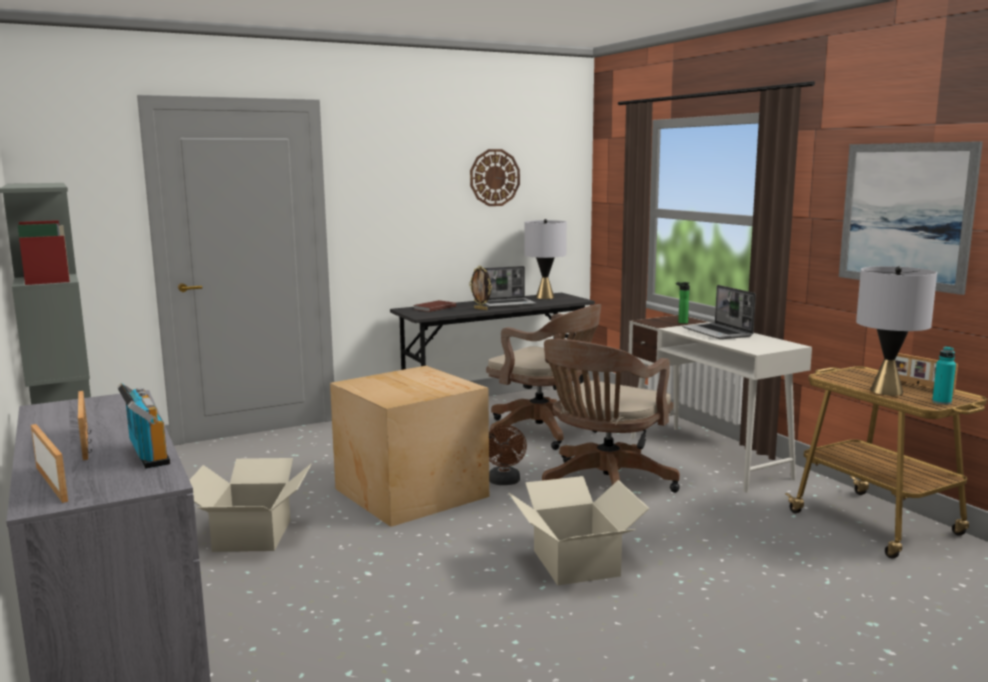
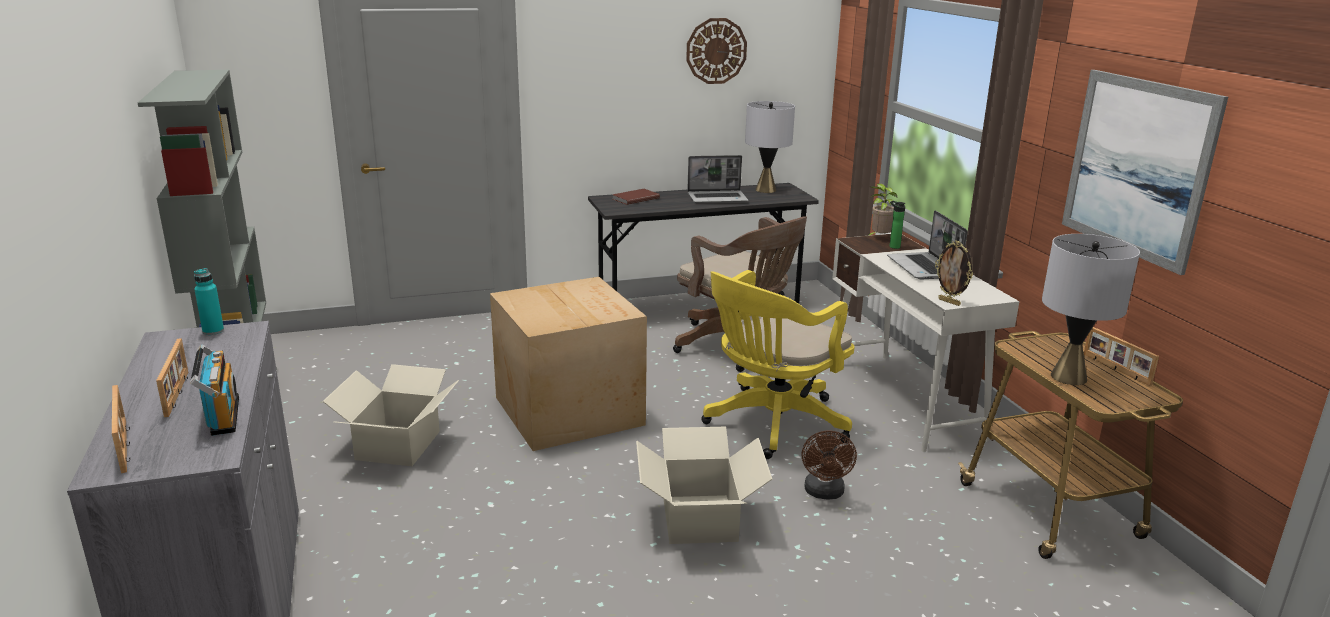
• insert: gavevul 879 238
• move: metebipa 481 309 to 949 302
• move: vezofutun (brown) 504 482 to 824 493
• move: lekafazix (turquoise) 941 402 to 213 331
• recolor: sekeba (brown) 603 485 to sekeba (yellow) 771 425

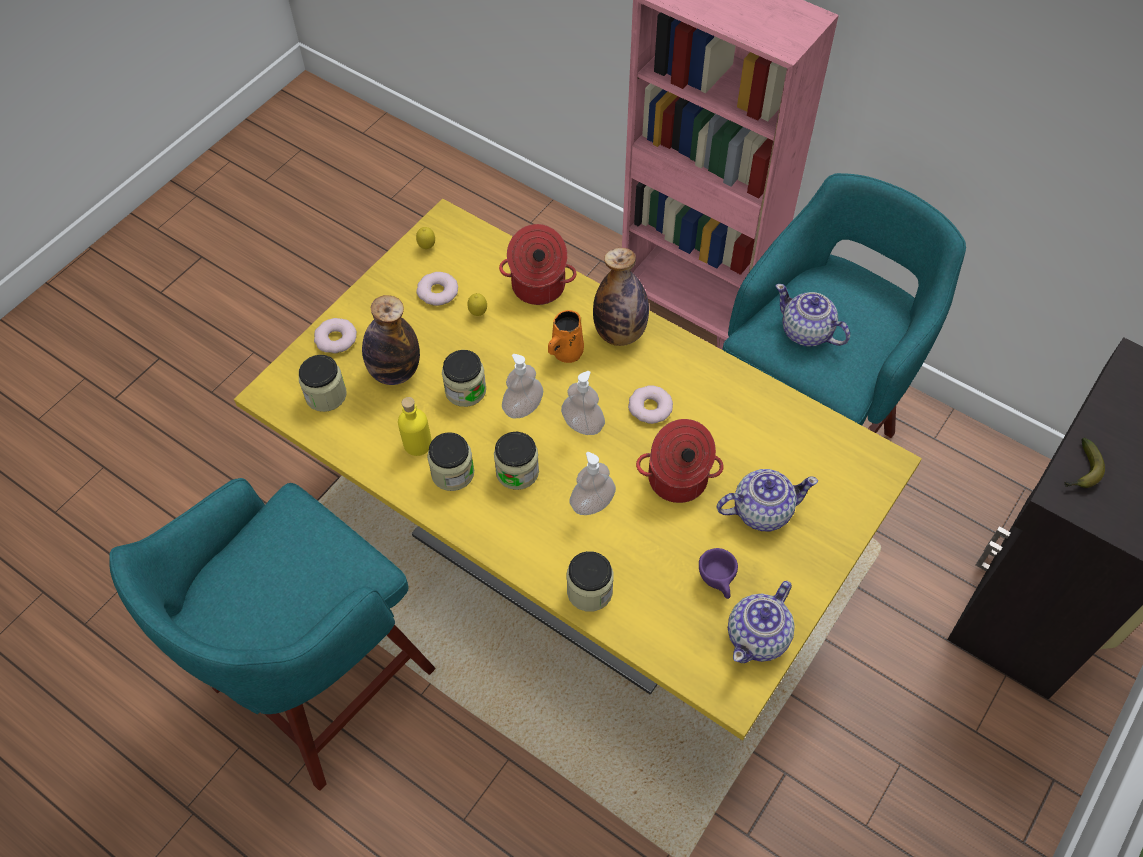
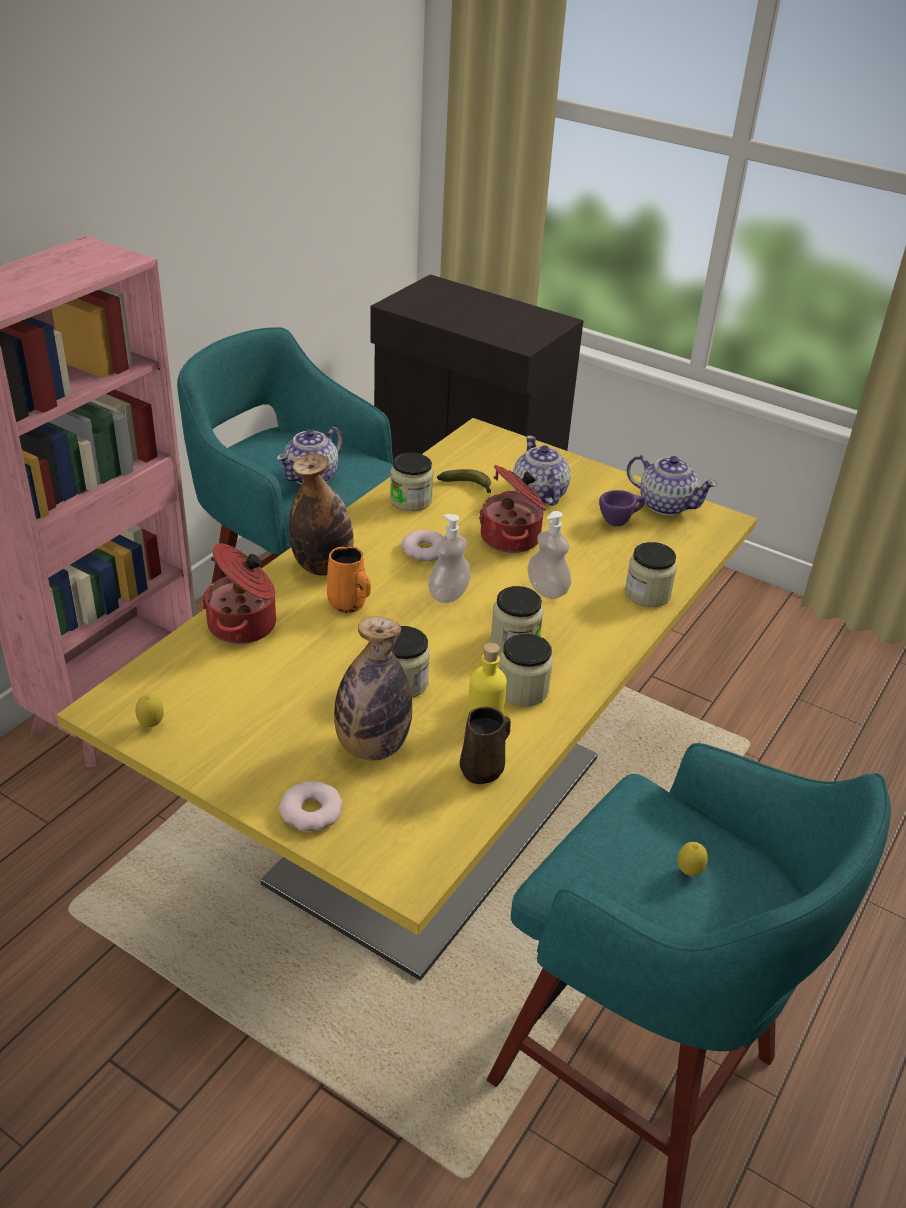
• delete: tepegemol 437 292
• delete: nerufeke 523 407
• insert: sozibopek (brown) 483 769
• move: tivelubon 326 395 to 411 500
• move: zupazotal 478 313 to 688 872
• move: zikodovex 1081 471 to 469 487

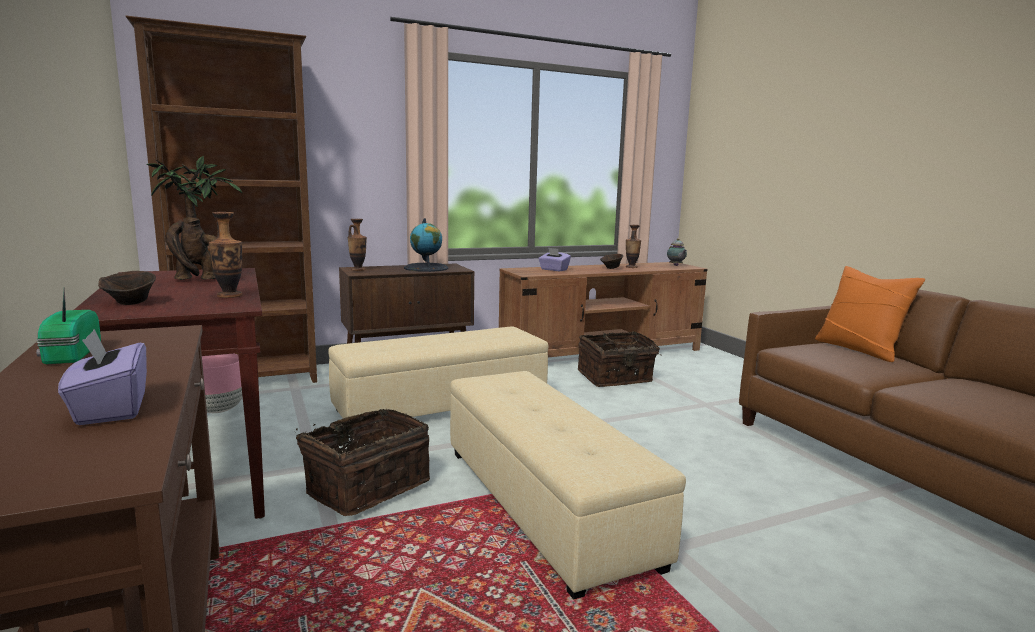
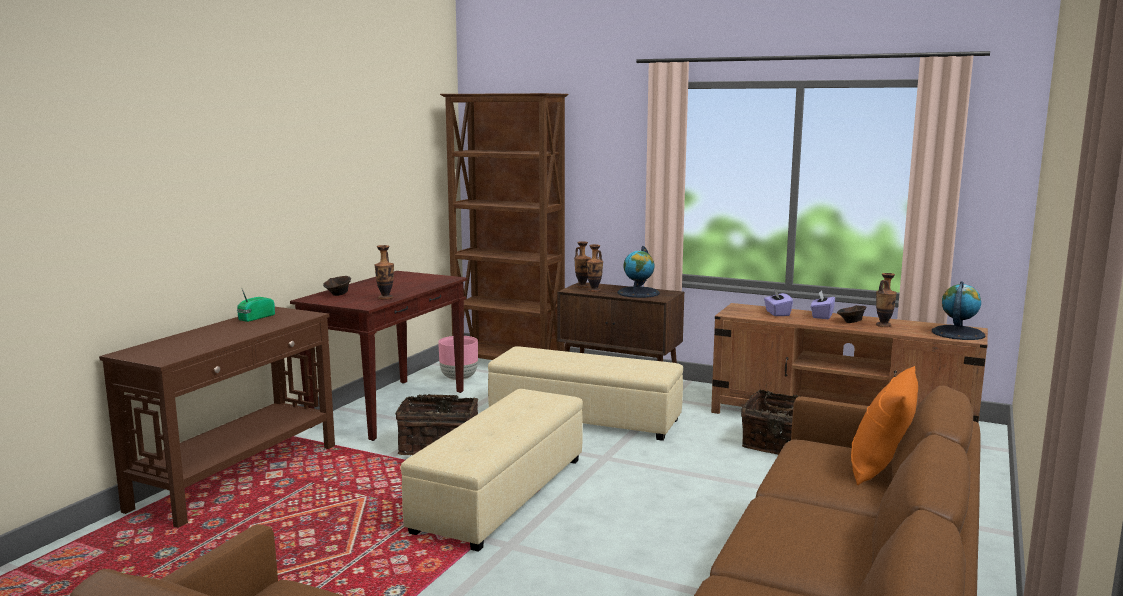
• delete: gavevul 201 280
• insert: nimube 594 290
• move: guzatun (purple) 110 409 to 822 316
• replace: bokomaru 676 265 to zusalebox 957 333

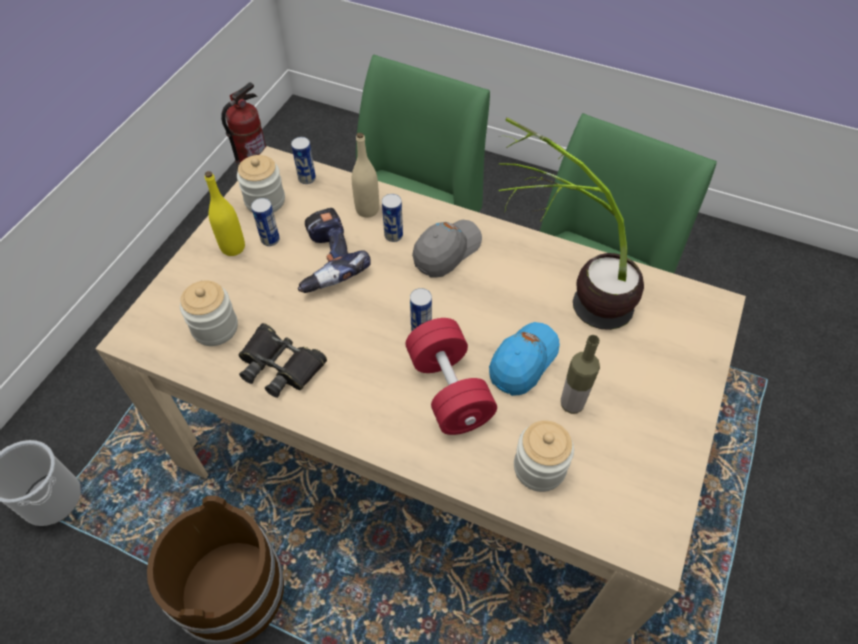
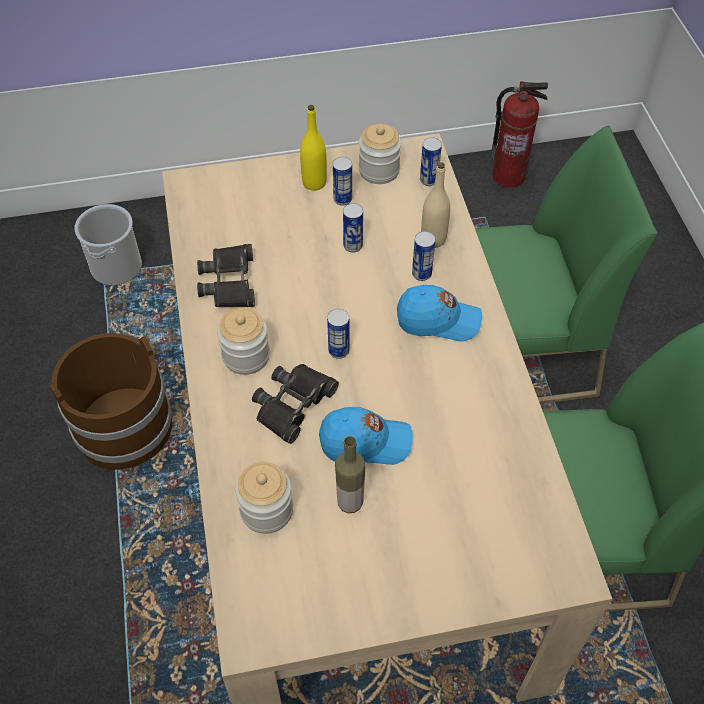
• delete: gavevul 566 297
• move: tivelubon 215 328 to 246 356
• replace: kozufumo 325 260 to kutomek 353 246
• replace: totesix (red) 449 390 to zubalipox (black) 293 404
• recolor: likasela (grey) 446 251 to likasela (blue) 438 320

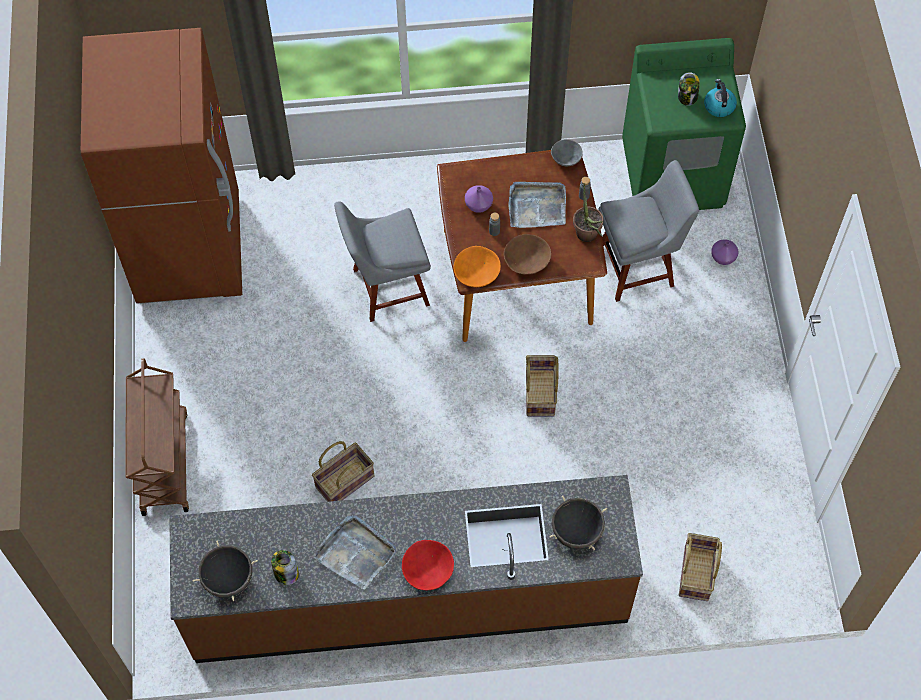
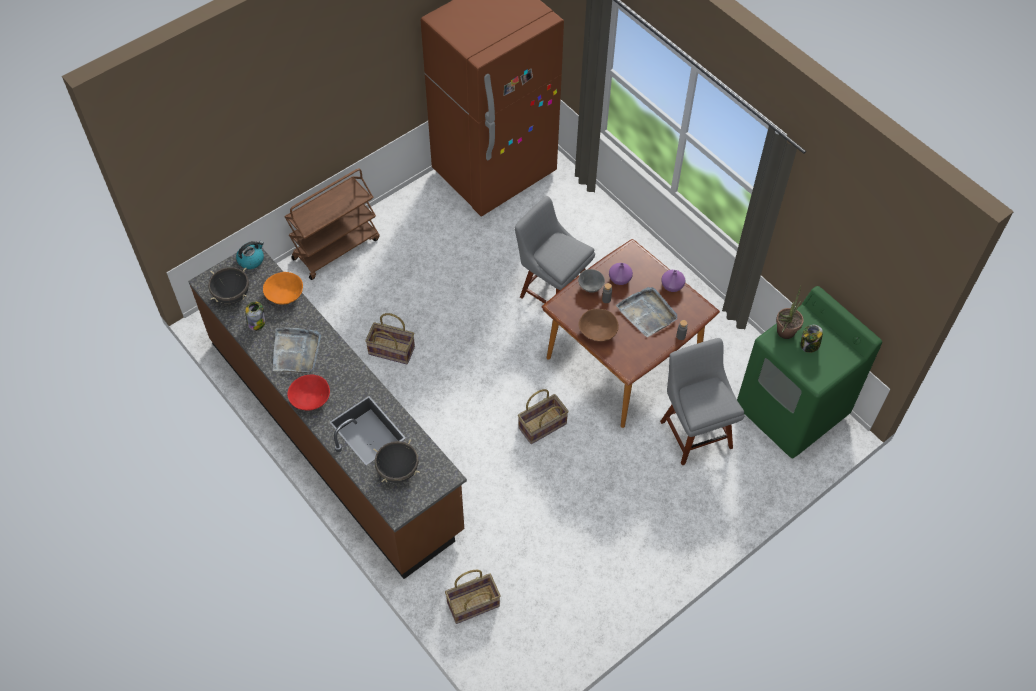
• move: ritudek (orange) 477 273 to 285 294
• move: ritudek (grey) 566 161 to 590 287
• move: gavevul 588 237 to 783 334
• move: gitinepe 719 106 to 251 260
• move: nimube (purple) 723 257 to 672 286
• rotate: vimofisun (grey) 639 266 = 694 431 150 degrees counterclockwise

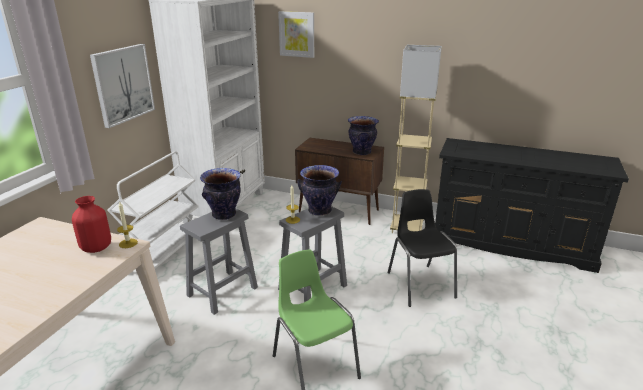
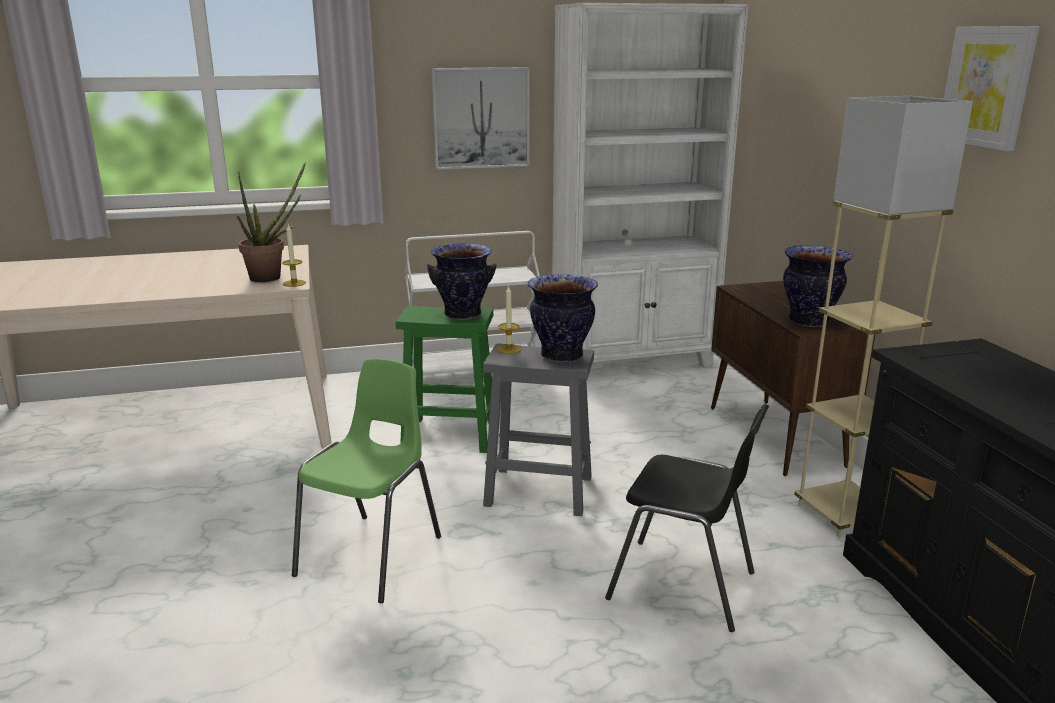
• move: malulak 297 34 to 987 87
• replace: nimube (red) 97 247 to gavevul 272 277
• recolor: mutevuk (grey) 223 291 to mutevuk (green) 451 435
• rotate: vimofisun (black) 420 284 = 683 586 75 degrees clockwise

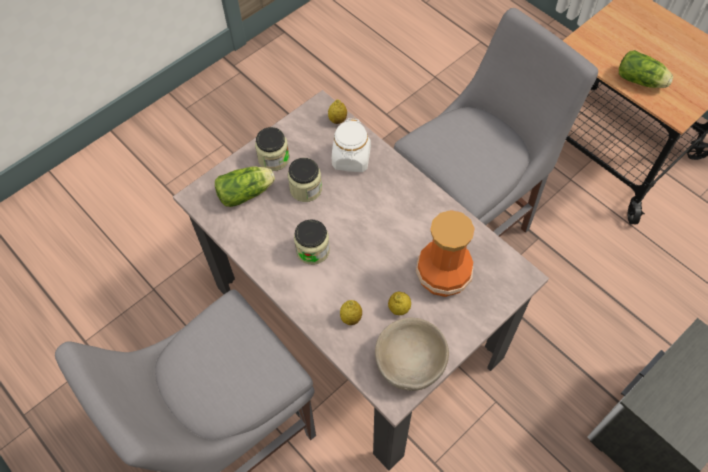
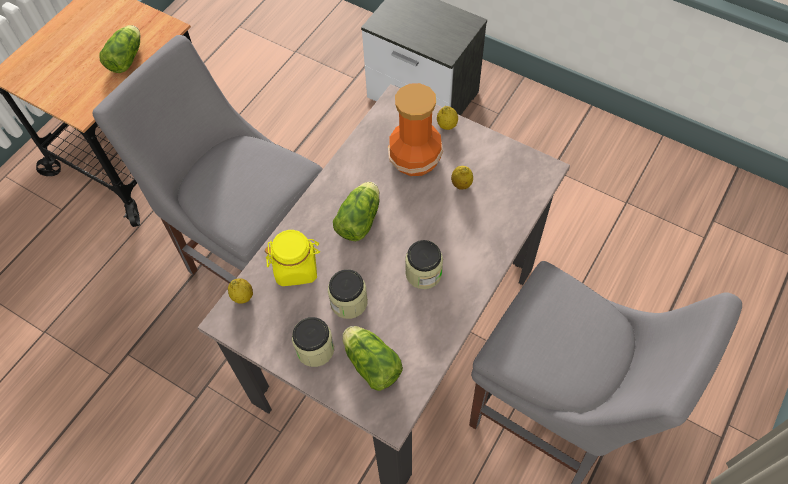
• delete: ritudek (beige) 409 362
• insert: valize 360 218
• move: zupazotal 351 318 to 447 125
• recolor: tivelubon (white) 351 159 to tivelubon (yellow) 296 268

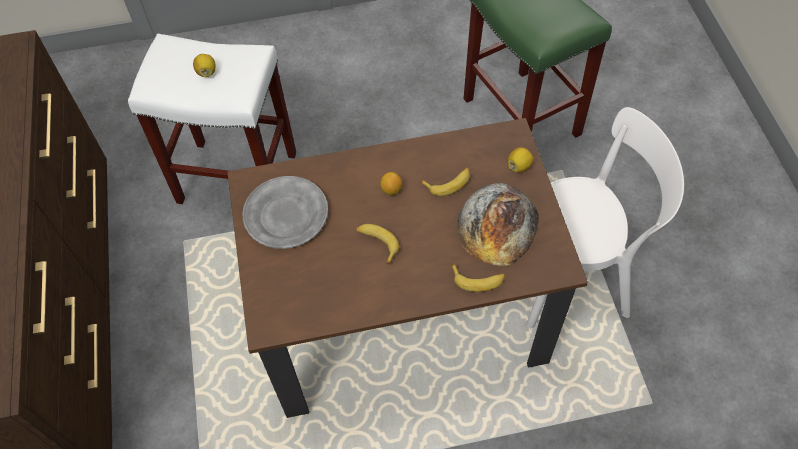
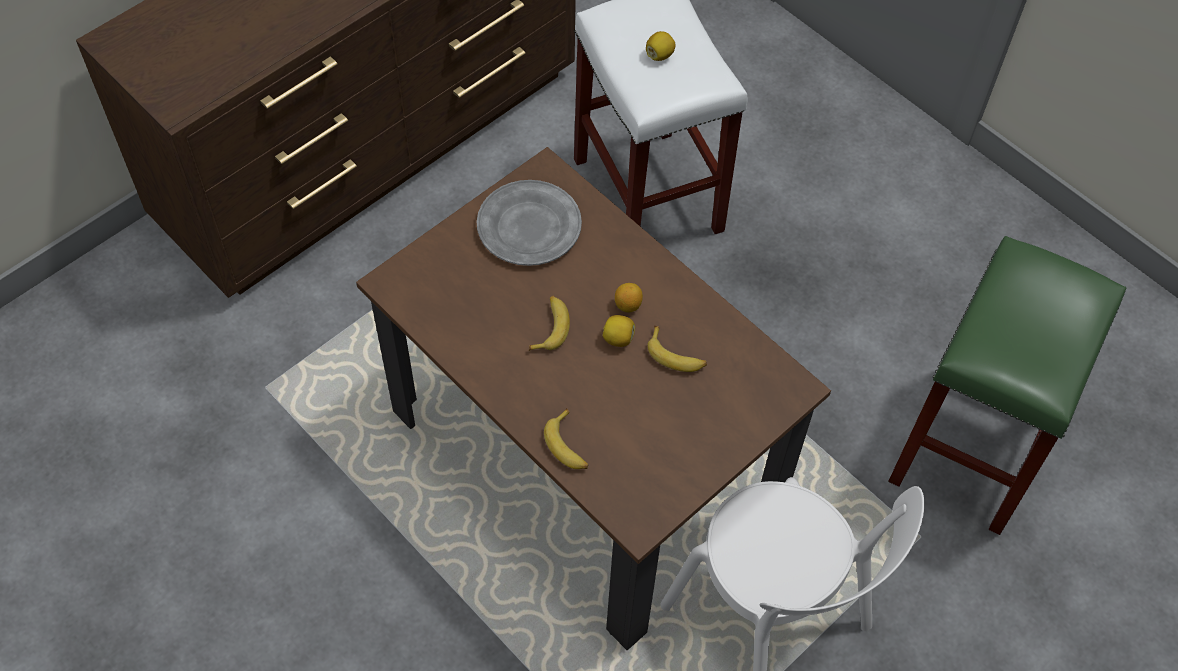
• delete: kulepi 498 223
• move: zupazotal 519 166 to 618 338

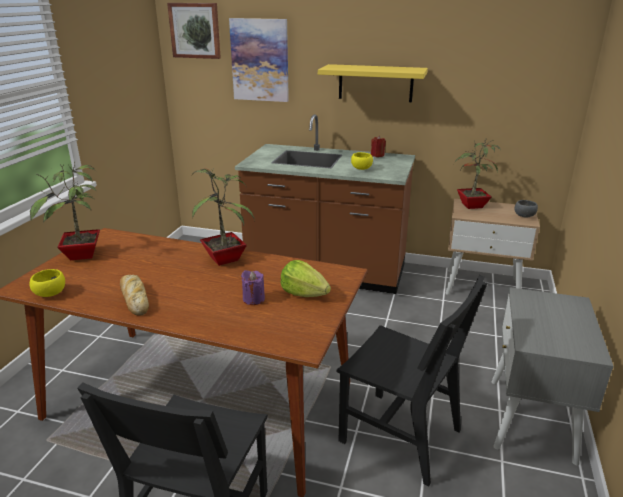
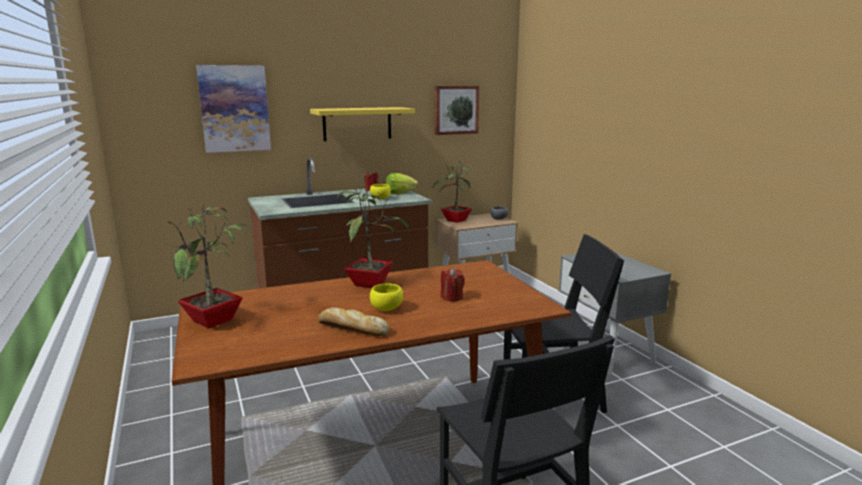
• move: ritudek (yellow) 51 294 to 387 308
• move: malulak 195 30 to 456 110
• move: valize 304 293 to 400 193
• recolor: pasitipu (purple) 253 299 to pasitipu (red) 451 297

